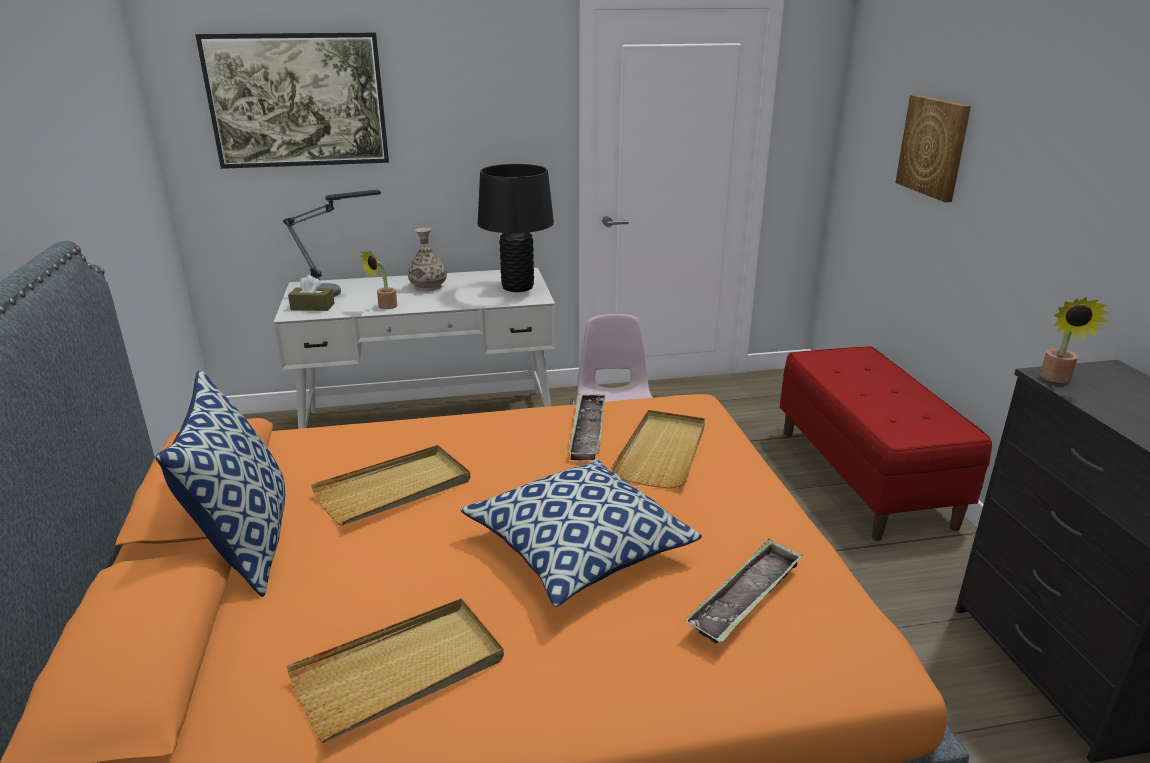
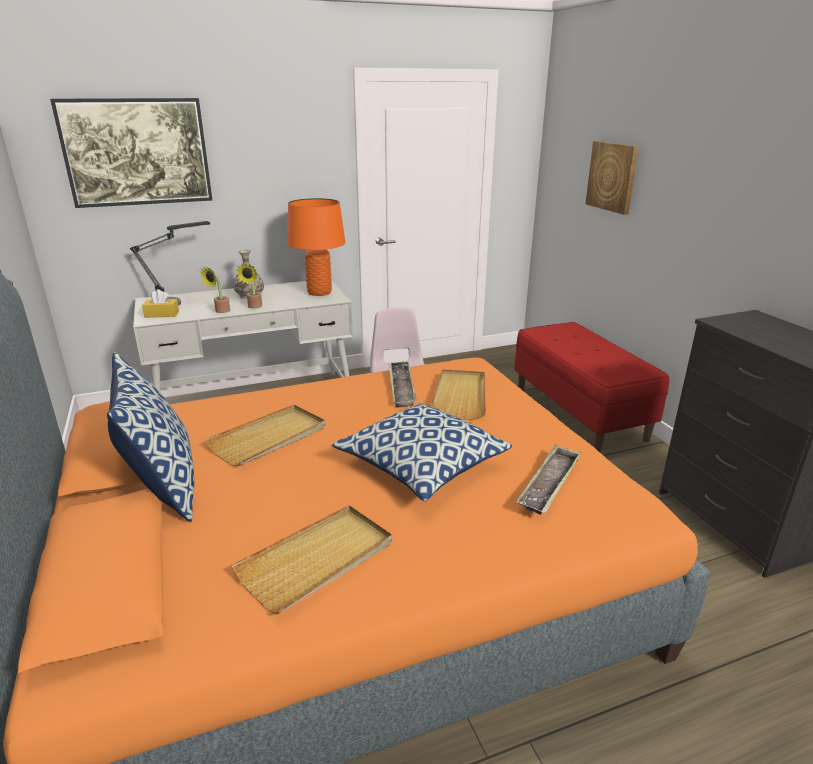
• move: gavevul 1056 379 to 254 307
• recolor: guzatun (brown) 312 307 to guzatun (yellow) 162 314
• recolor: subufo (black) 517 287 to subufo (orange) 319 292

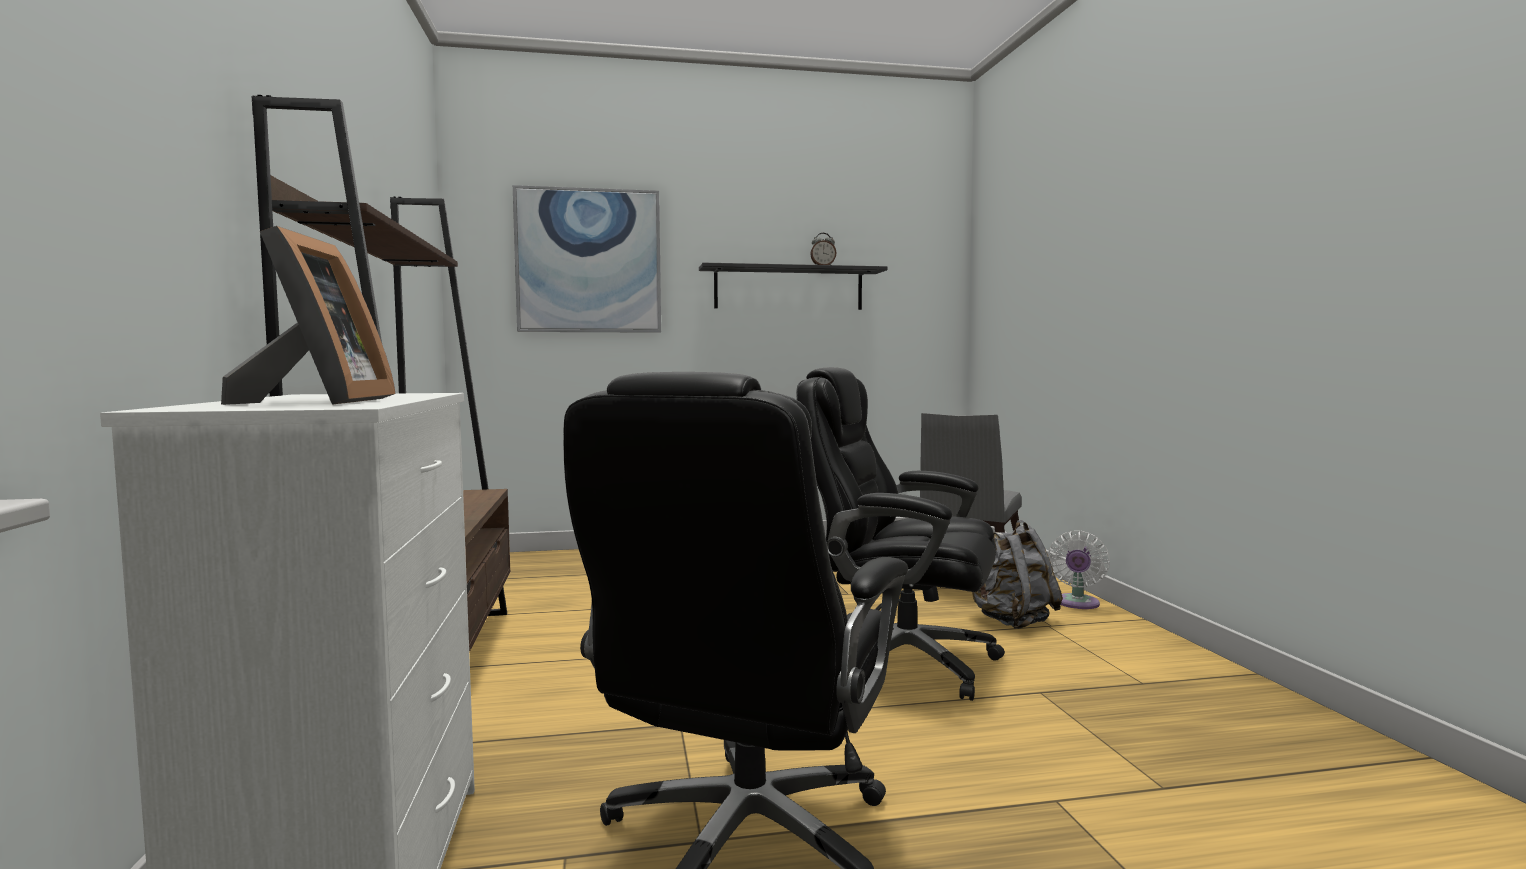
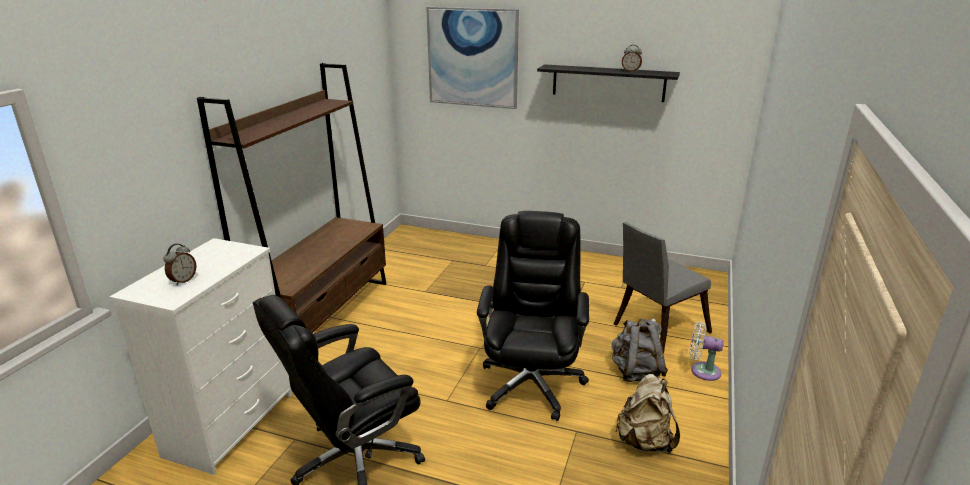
• insert: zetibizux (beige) 644 441
• replace: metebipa 319 402 to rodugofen 183 280
• rotate: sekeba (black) 900 662 = 531 383 45 degrees clockwise
• rotate: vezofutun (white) 1077 604 = 702 370 60 degrees clockwise

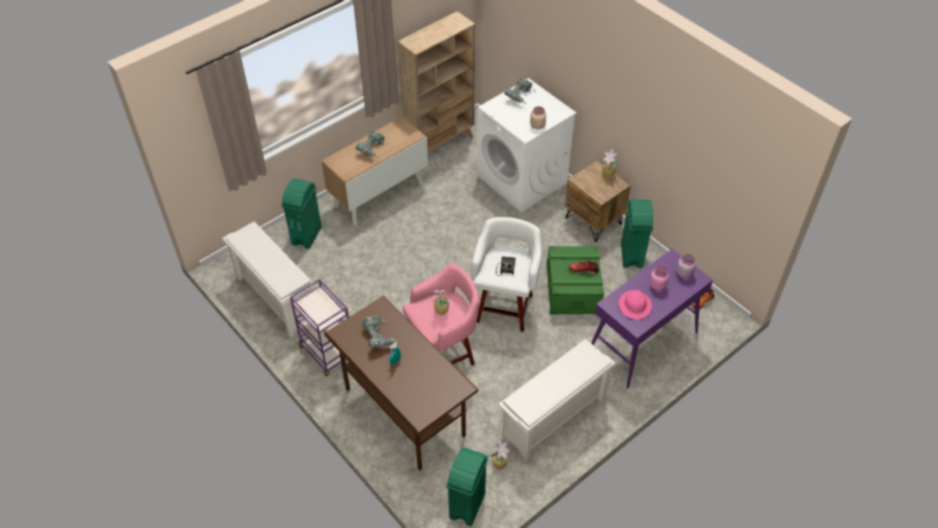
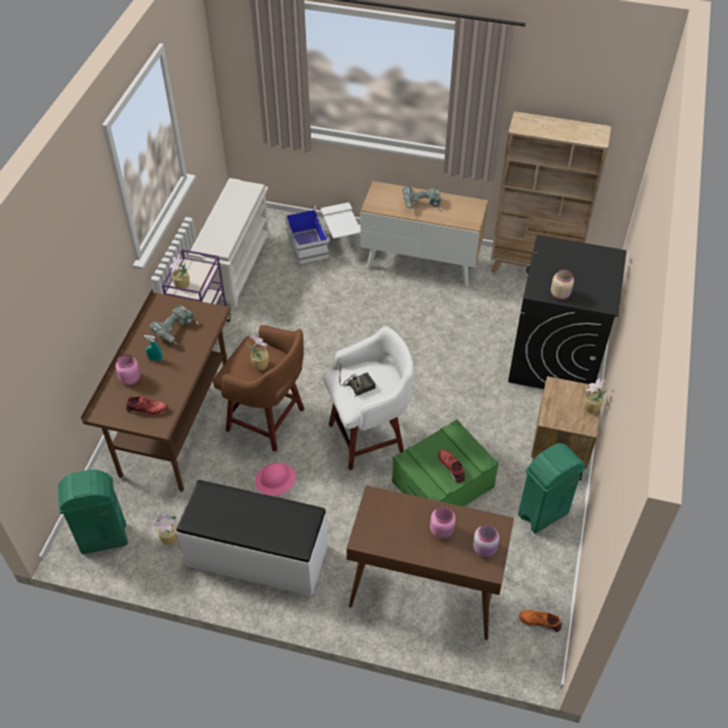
• delete: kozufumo 520 97
• insert: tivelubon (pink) 130 378
• insert: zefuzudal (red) 146 409
• insert: gavevul 182 286
• move: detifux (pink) 635 305 to 275 480
• replace: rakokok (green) 307 235 to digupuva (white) 324 244
• replace: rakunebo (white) 553 419 to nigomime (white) 257 556
• recolor: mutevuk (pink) 444 354 to mutevuk (brown) 268 421
• recolor: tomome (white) 522 179 to tomome (black) 555 358
• recolor: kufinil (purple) 642 343 to kufinil (brown) 424 590

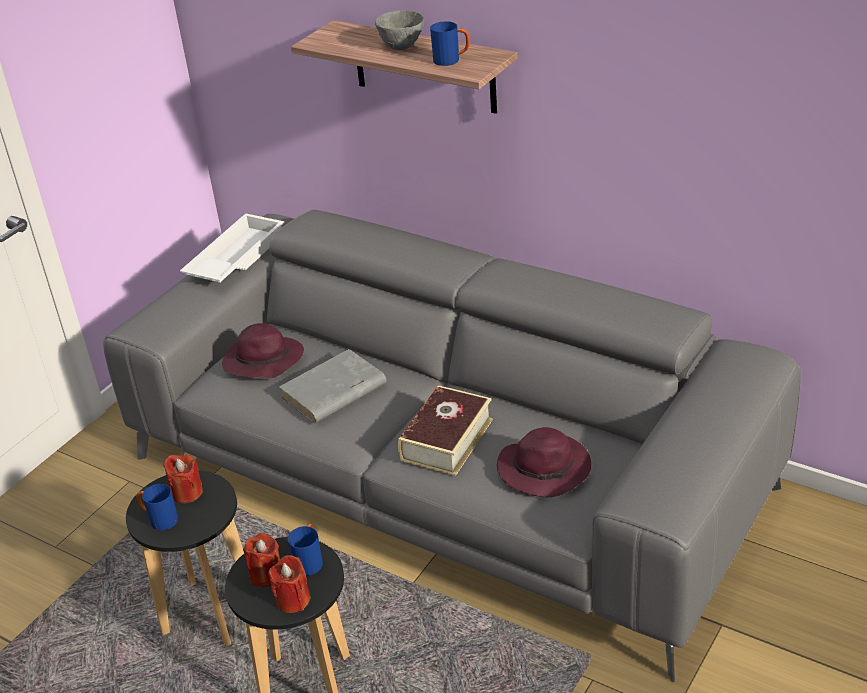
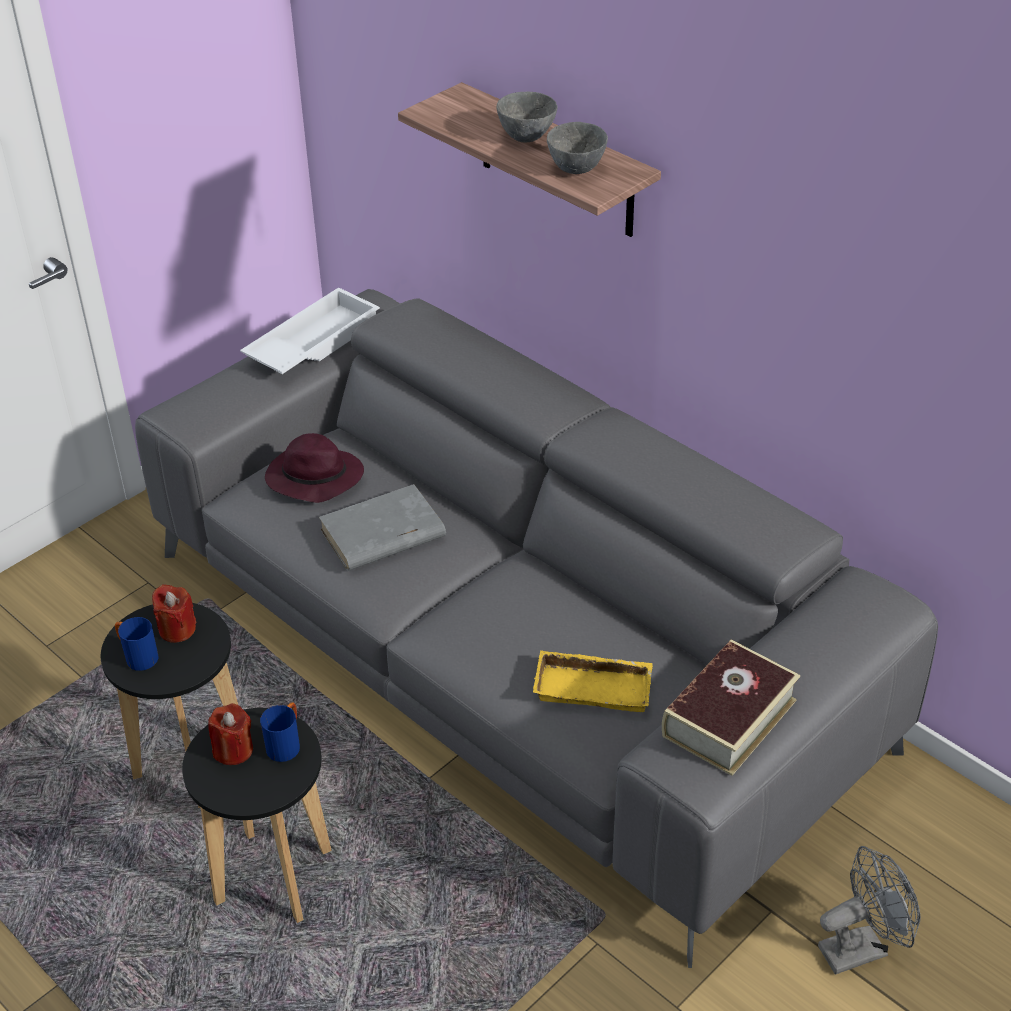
• delete: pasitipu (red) 293 600
• insert: vezofutun (grey) 861 947
• move: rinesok 446 439 to 729 718
• replace: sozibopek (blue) 451 60 to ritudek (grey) 577 169
• replace: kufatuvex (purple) 545 469 to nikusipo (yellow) 595 686

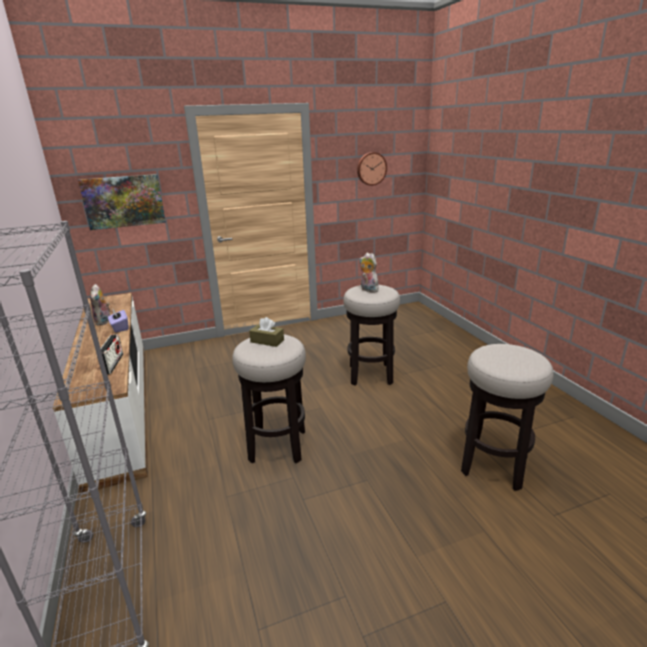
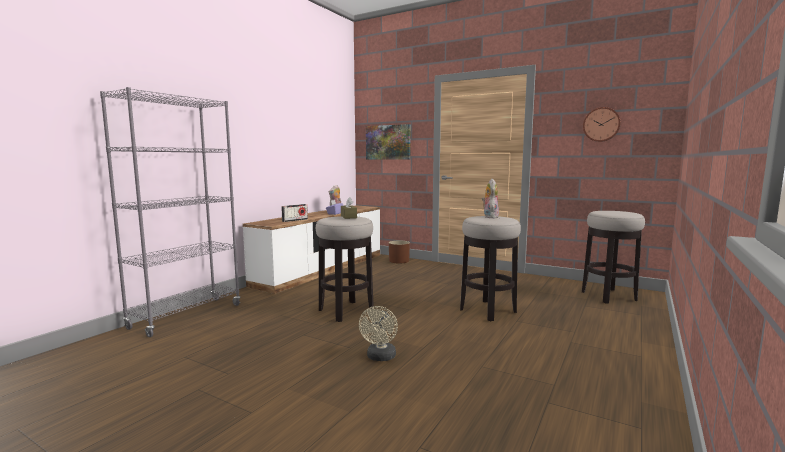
• insert: vezofutun (beige) 380 357
• insert: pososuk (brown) 398 261
• move: mutevuk 494 465 to 609 296

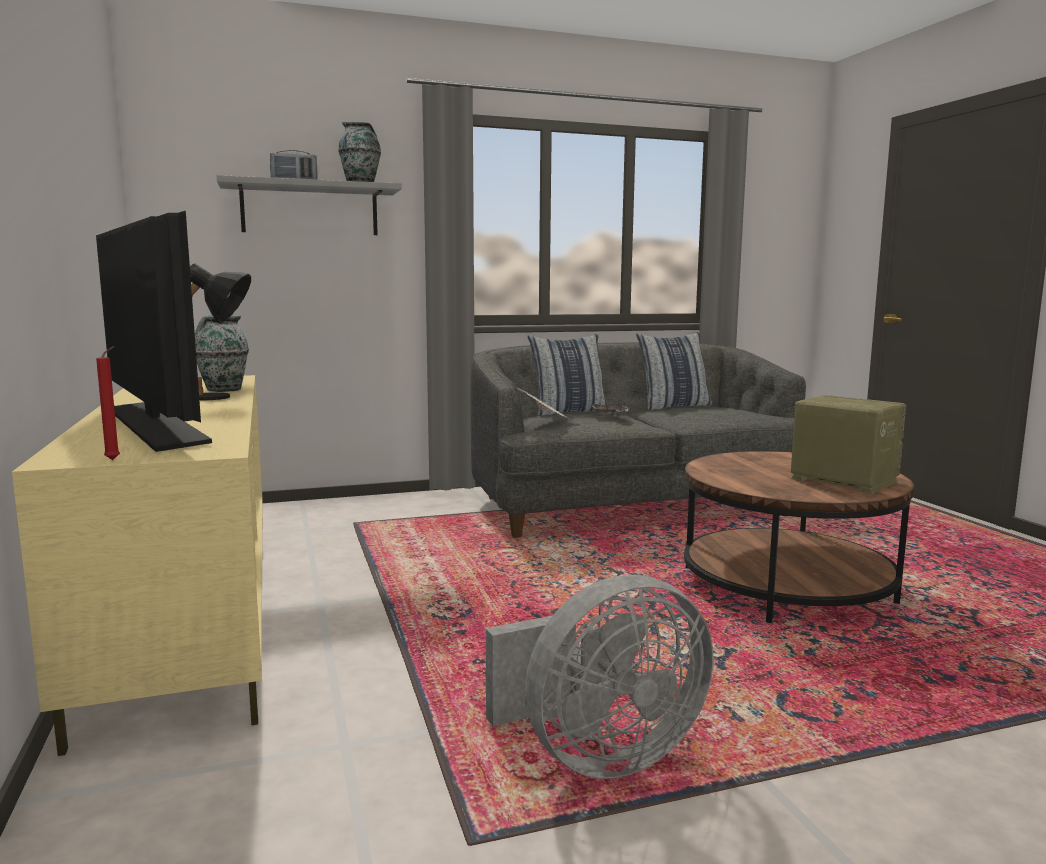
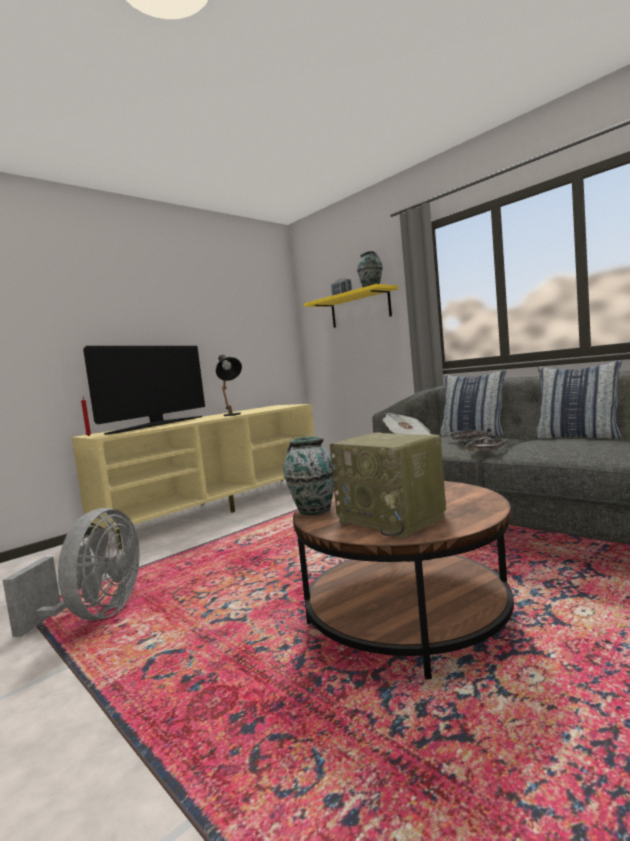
• insert: nikusipo (grey) 487 450
• move: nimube 223 390 to 313 510
• recolor: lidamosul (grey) 310 210 to lidamosul (yellow) 360 309
• rotate: vezofutun (grey) 599 756 = 95 615 120 degrees counterclockwise
• rotate: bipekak 841 480 = 393 519 120 degrees clockwise

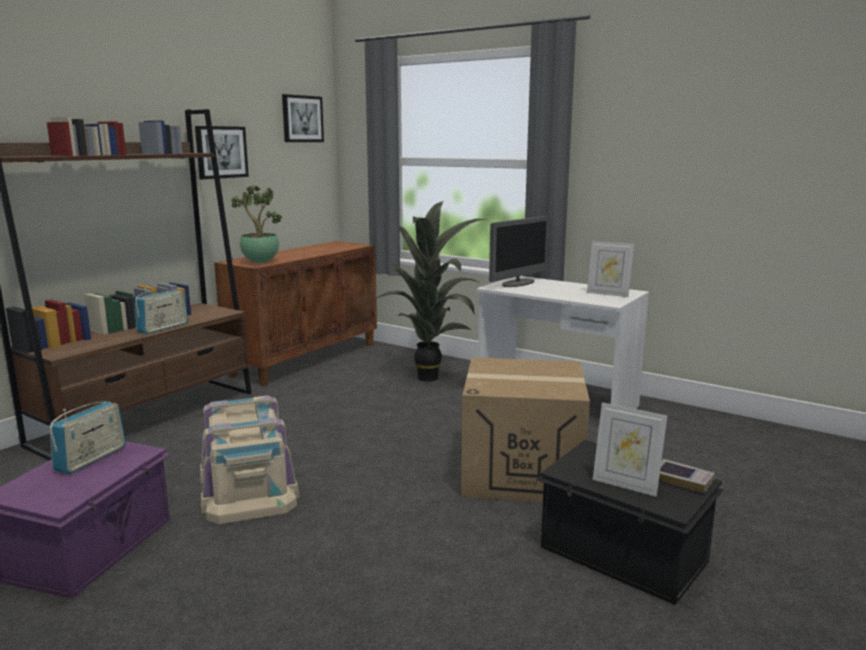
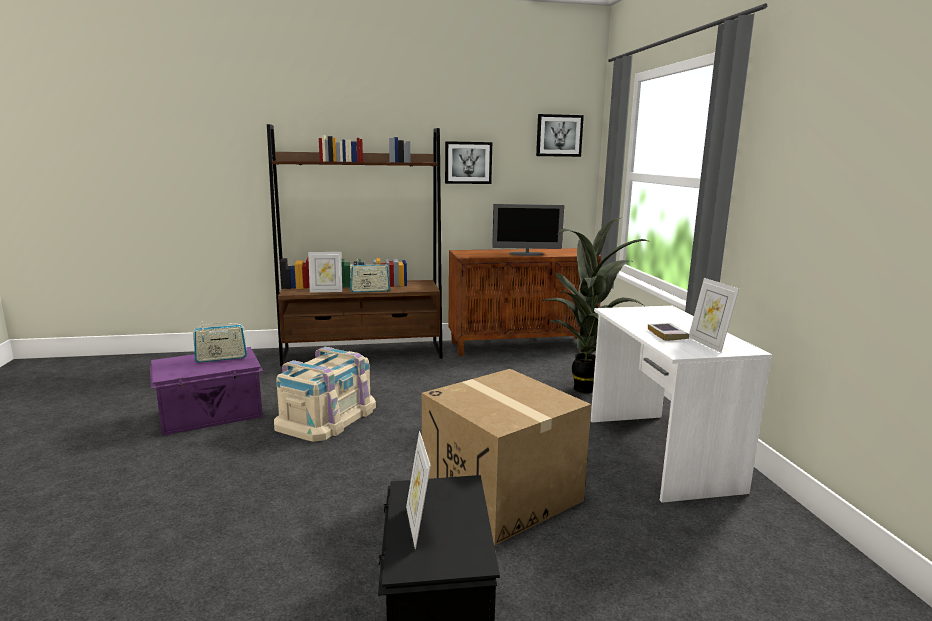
• delete: gavevul 259 262
• insert: metebipa 326 291
• move: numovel 518 283 to 526 254
• move: rinesok 682 479 to 667 335

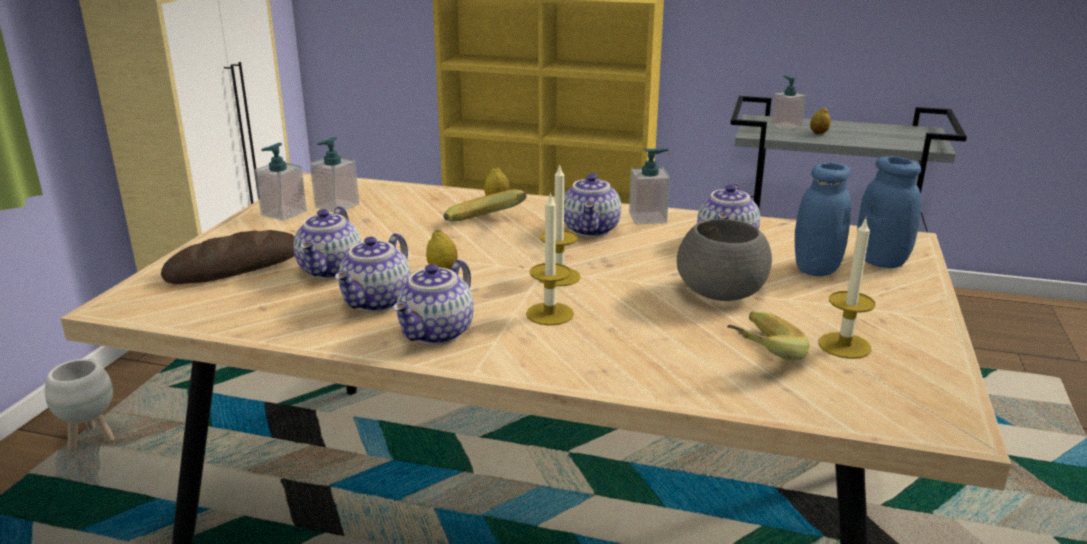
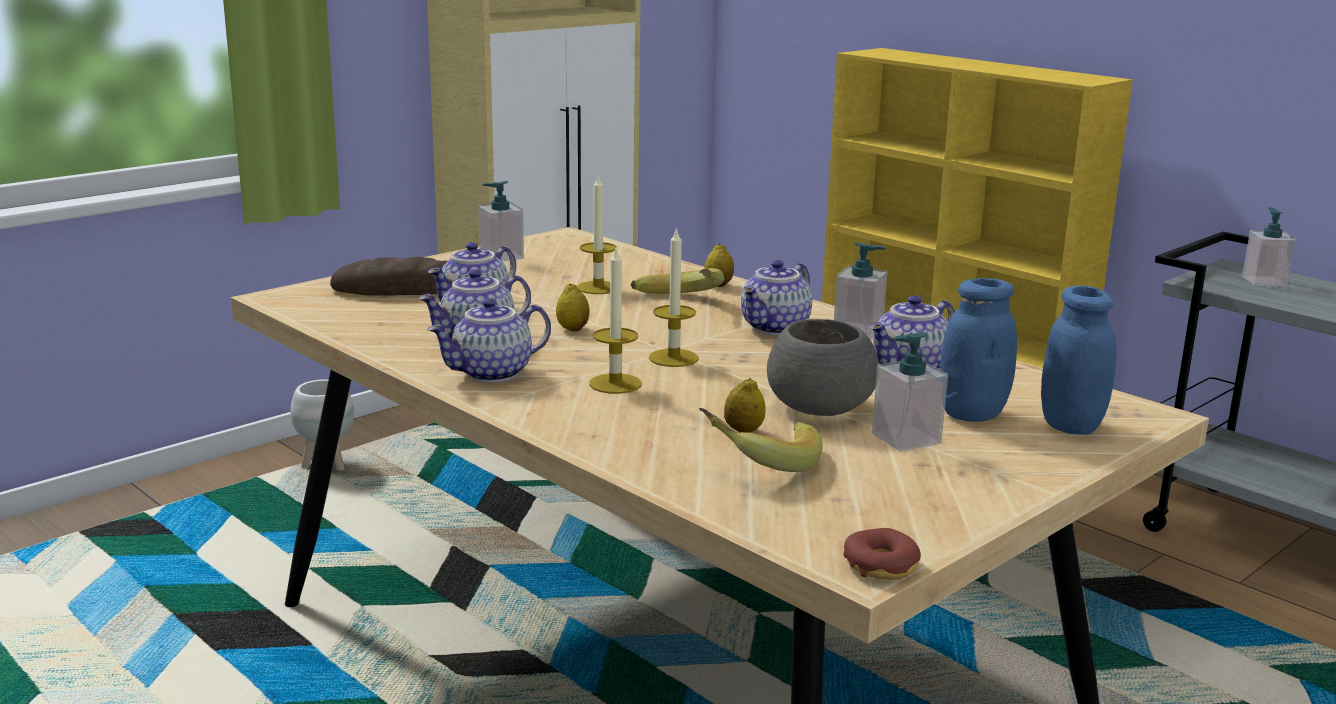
• insert: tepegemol 881 565
• move: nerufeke 337 206 to 905 438
• move: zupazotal 818 133 to 743 431
• move: pasitipu 844 345 to 598 287

